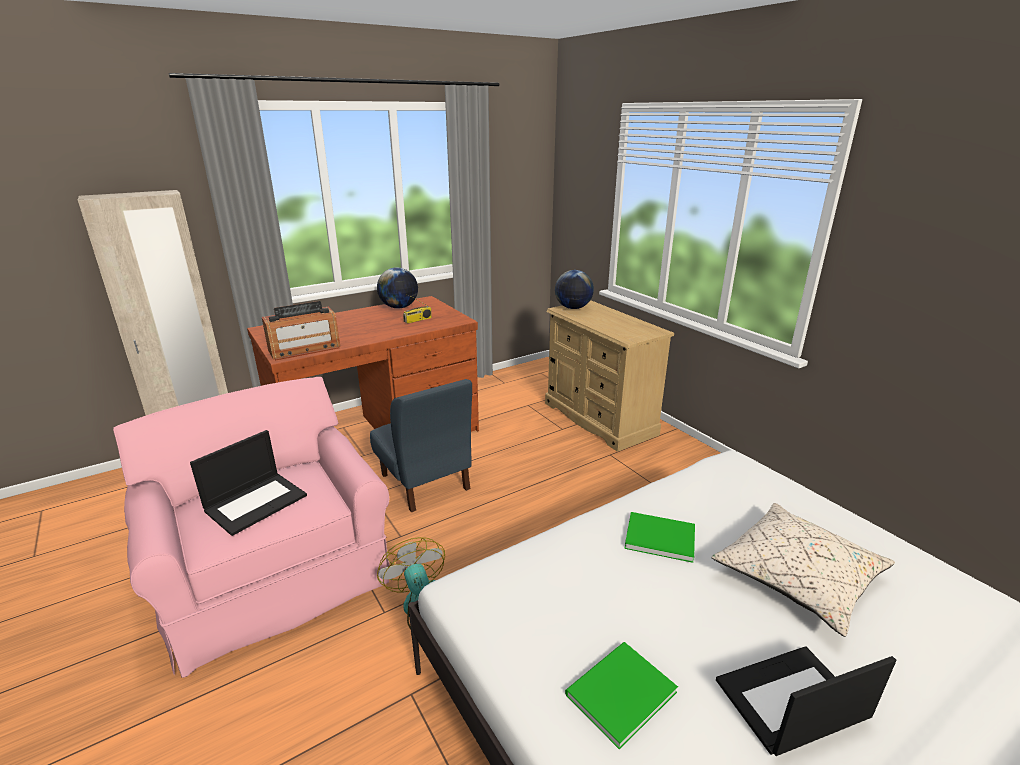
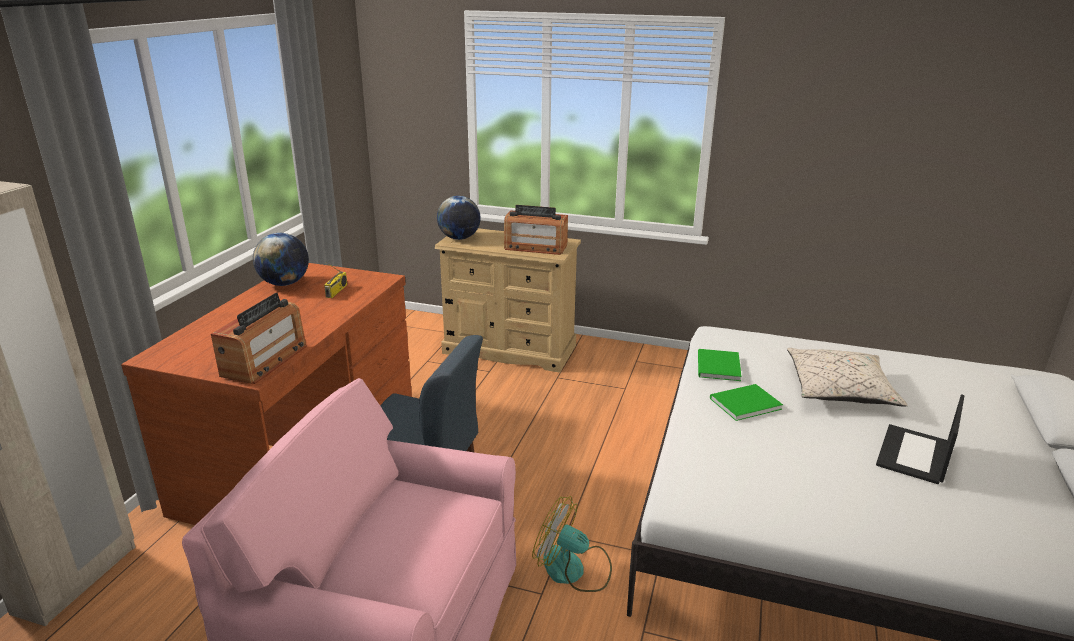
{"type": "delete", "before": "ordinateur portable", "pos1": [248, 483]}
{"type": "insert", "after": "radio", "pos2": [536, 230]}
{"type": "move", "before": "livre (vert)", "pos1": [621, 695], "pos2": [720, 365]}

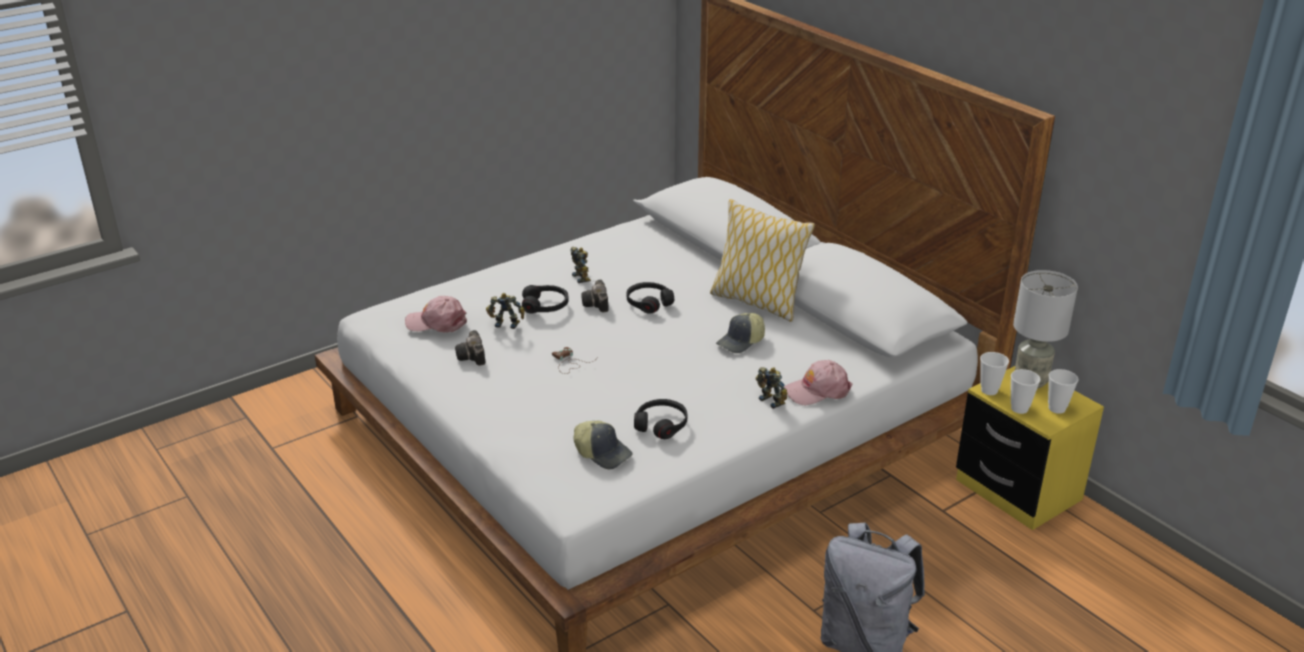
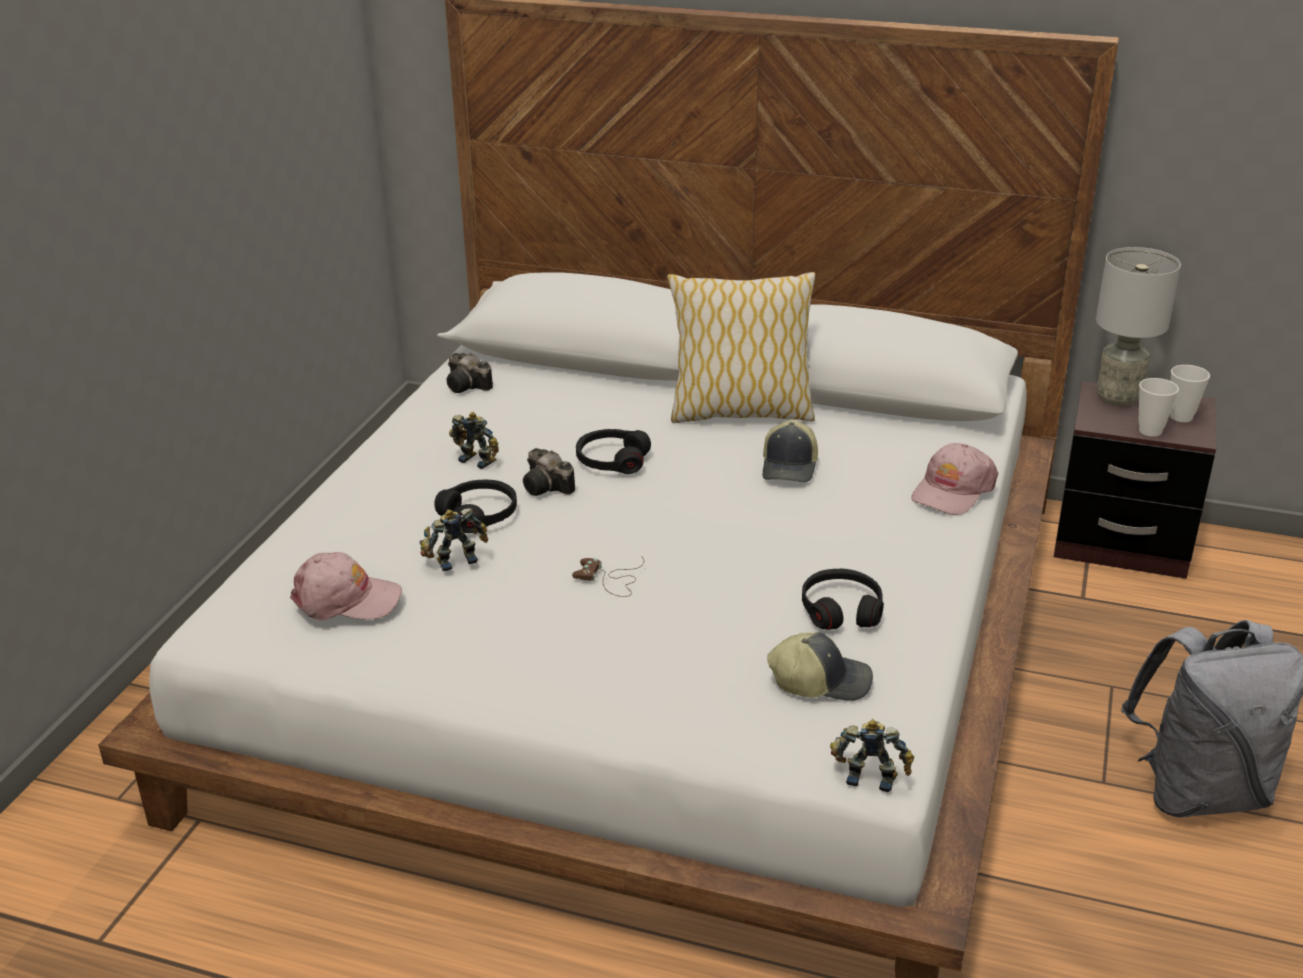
{"type": "delete", "before": "tasse", "pos1": [994, 373]}
{"type": "move", "before": "appareil photo", "pos1": [470, 348], "pos2": [469, 373]}
{"type": "move", "before": "robot jouet", "pos1": [771, 388], "pos2": [872, 755]}
{"type": "recolor", "before": "table de chevet (jaune)", "after": "table de chevet (marron)", "pos1": [1030, 448], "pos2": [1135, 480]}
{"type": "rotate", "before": "casquette (rose)", "pos1": [436, 314], "pos2": [346, 586], "turn": -150}

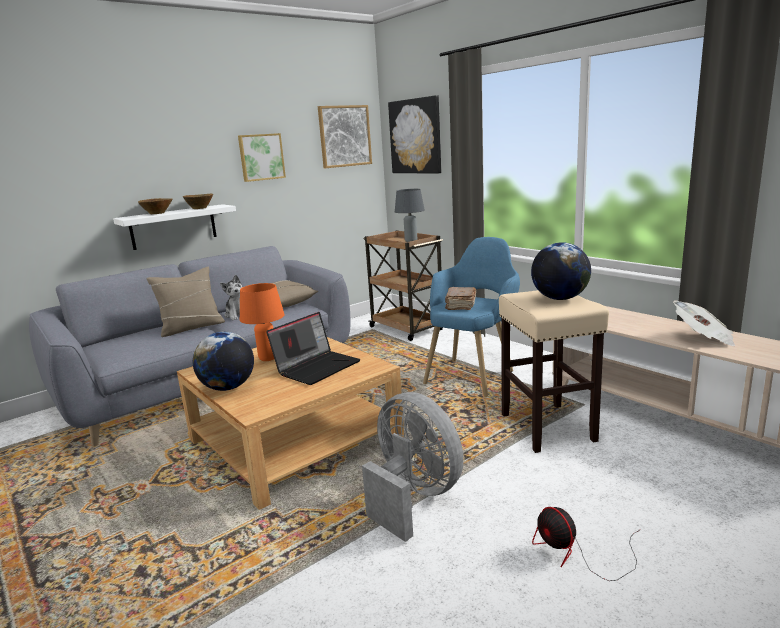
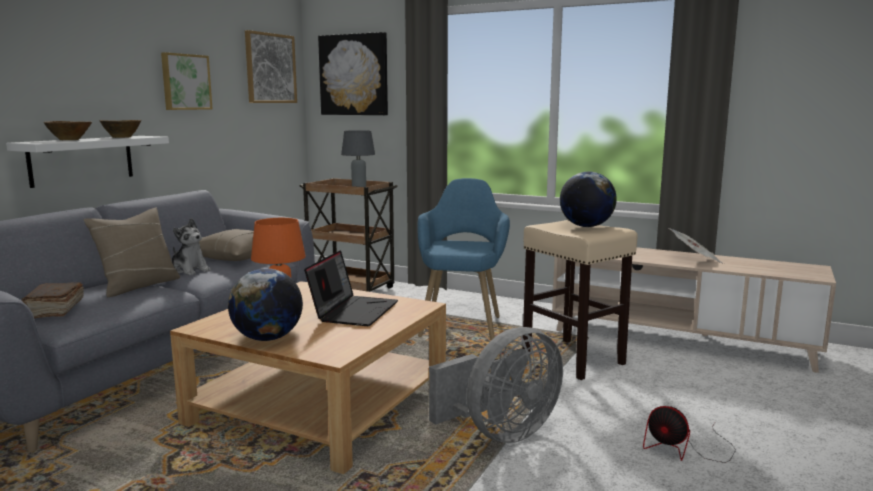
{"type": "move", "before": "livre (marron)", "pos1": [460, 298], "pos2": [52, 300]}
{"type": "rotate", "before": "ventilateur (gris)", "pos1": [413, 467], "pos2": [496, 385], "turn": 120}

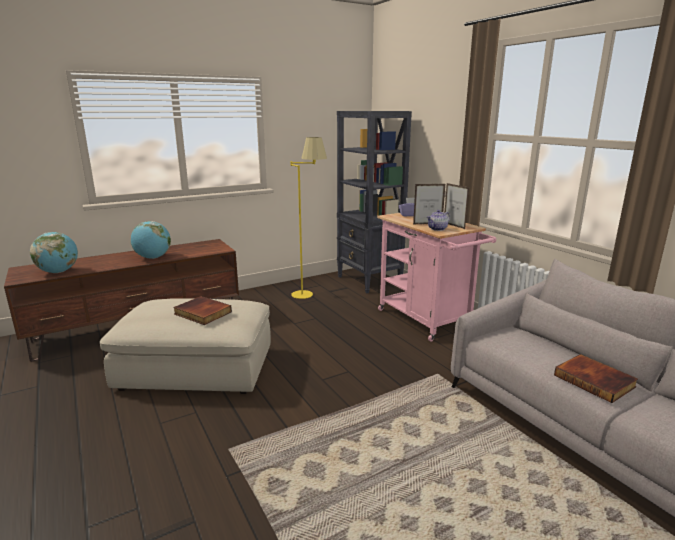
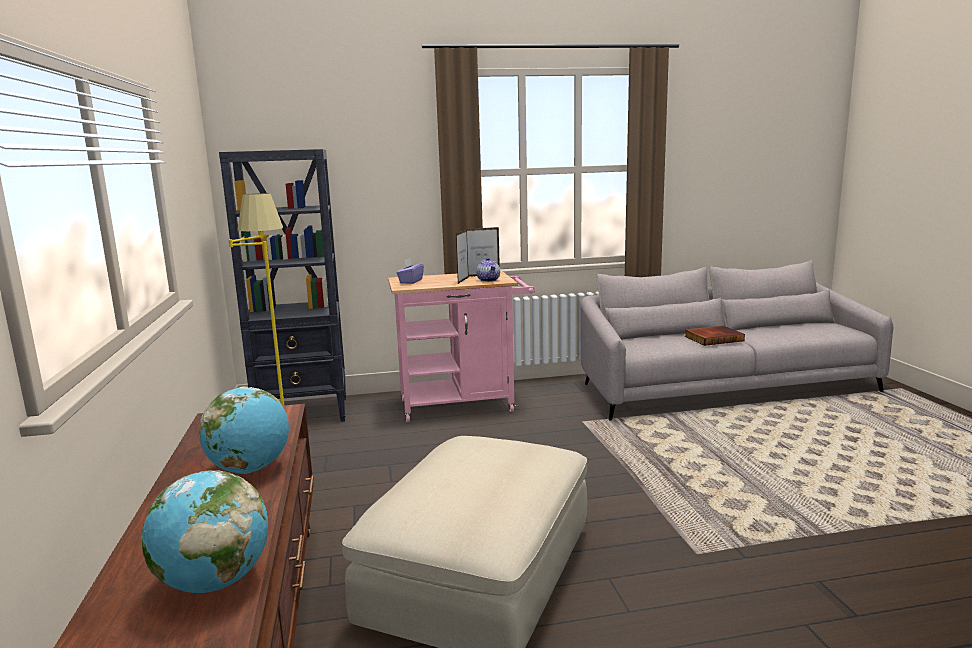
{"type": "delete", "before": "livre", "pos1": [202, 310]}

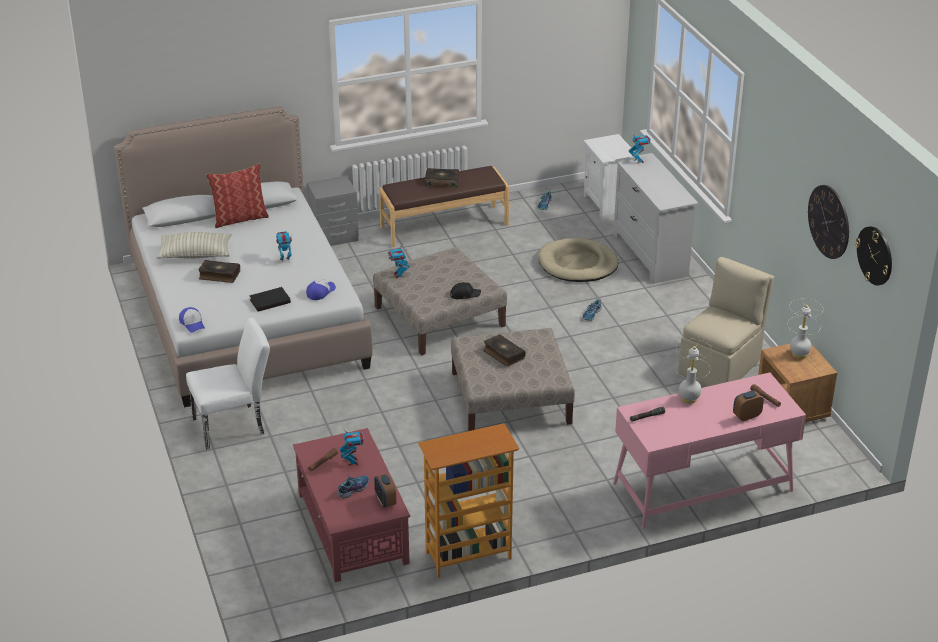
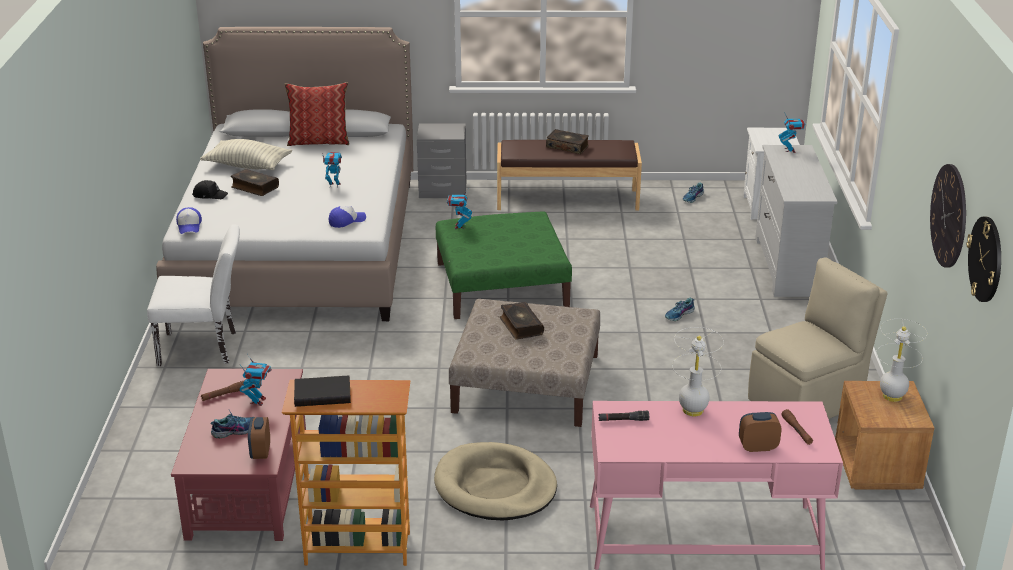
{"type": "move", "before": "livre (noir)", "pos1": [270, 299], "pos2": [322, 391]}
{"type": "move", "before": "casquette (noir)", "pos1": [465, 290], "pos2": [210, 189]}
{"type": "move", "before": "panier pour chien (beige)", "pos1": [578, 260], "pos2": [495, 481]}
{"type": "recolor", "before": "pouf (beige)", "after": "pouf (vert)", "pos1": [440, 301], "pos2": [504, 265]}

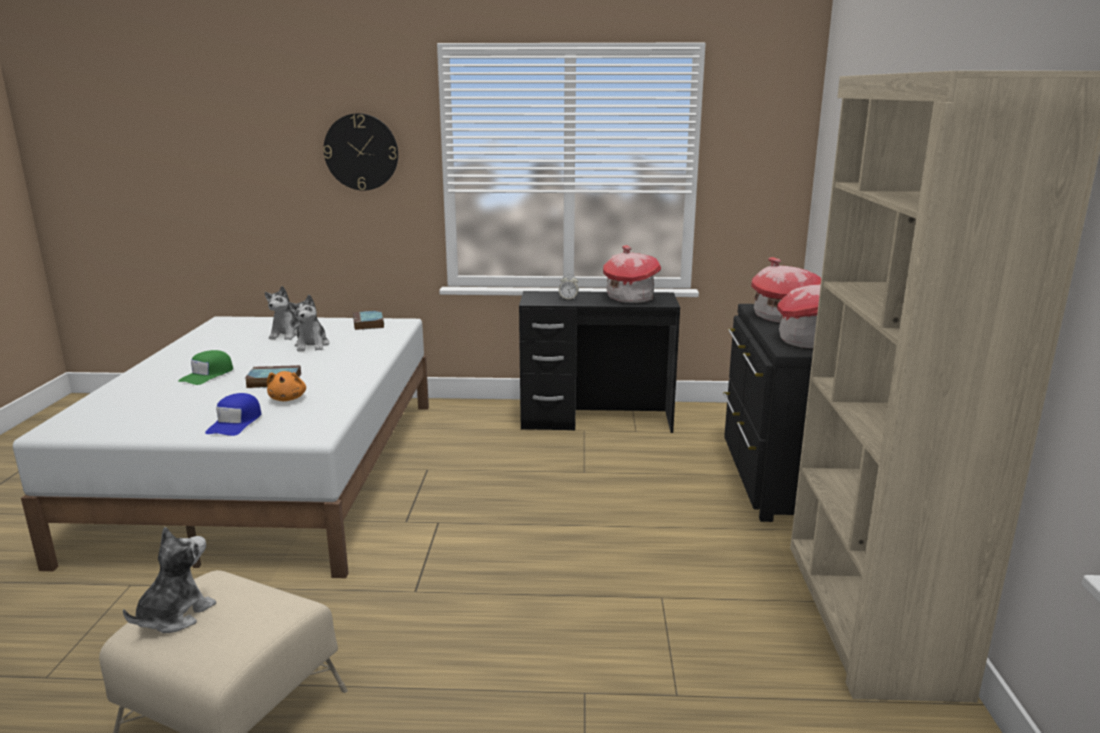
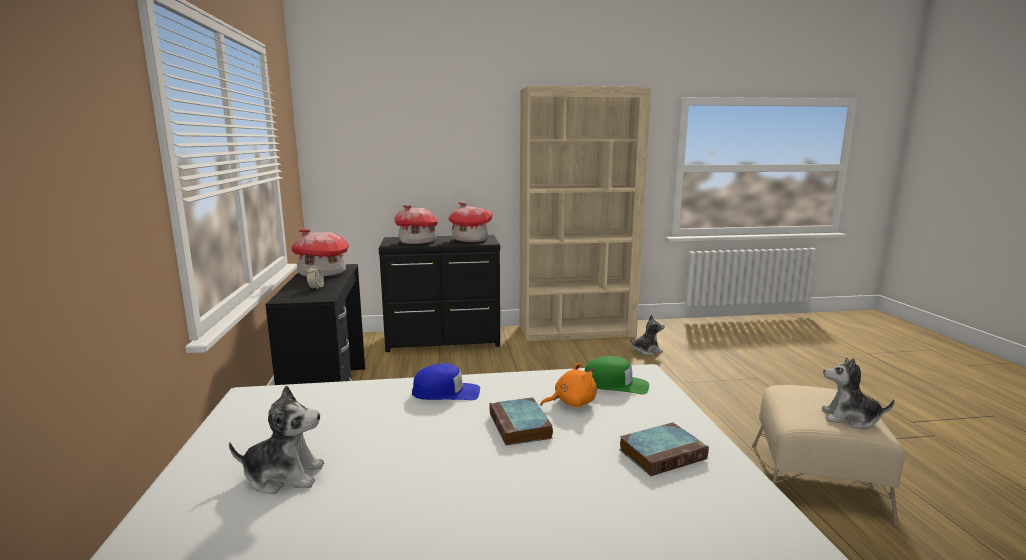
{"type": "delete", "before": "horloge murale", "pos1": [360, 152]}
{"type": "move", "before": "casquette (vert)", "pos1": [206, 367], "pos2": [617, 375]}
{"type": "move", "before": "casquette (bleu)", "pos1": [233, 414], "pos2": [446, 382]}
{"type": "move", "before": "peluche", "pos1": [309, 323], "pos2": [647, 335]}
{"type": "move", "before": "livre", "pos1": [368, 320], "pos2": [664, 449]}

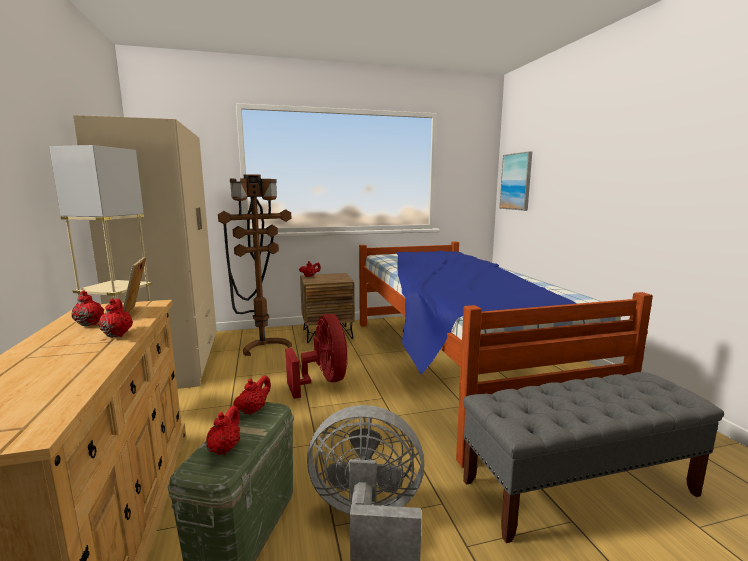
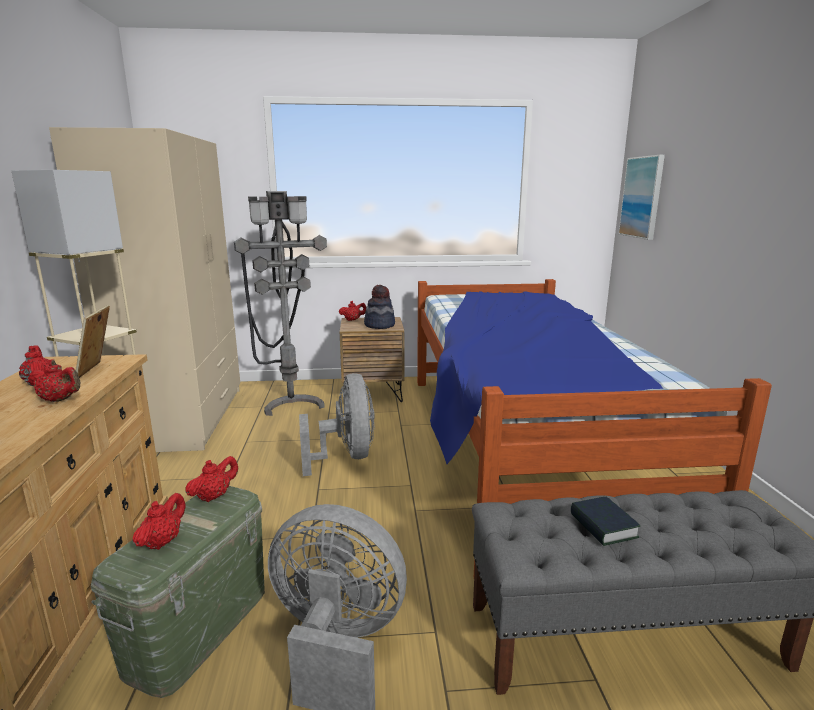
{"type": "insert", "after": "chapeau", "pos2": [379, 307]}
{"type": "insert", "after": "livre", "pos2": [606, 521]}
{"type": "recolor", "before": "lampadaire (marron)", "after": "lampadaire (gris)", "pos1": [255, 265], "pos2": [280, 303]}
{"type": "recolor", "before": "ventilateur (rouge)", "after": "ventilateur (gris)", "pos1": [316, 356], "pos2": [337, 424]}
{"type": "rotate", "before": "théière (rouge)", "pos1": [115, 318], "pos2": [54, 381], "turn": 120}

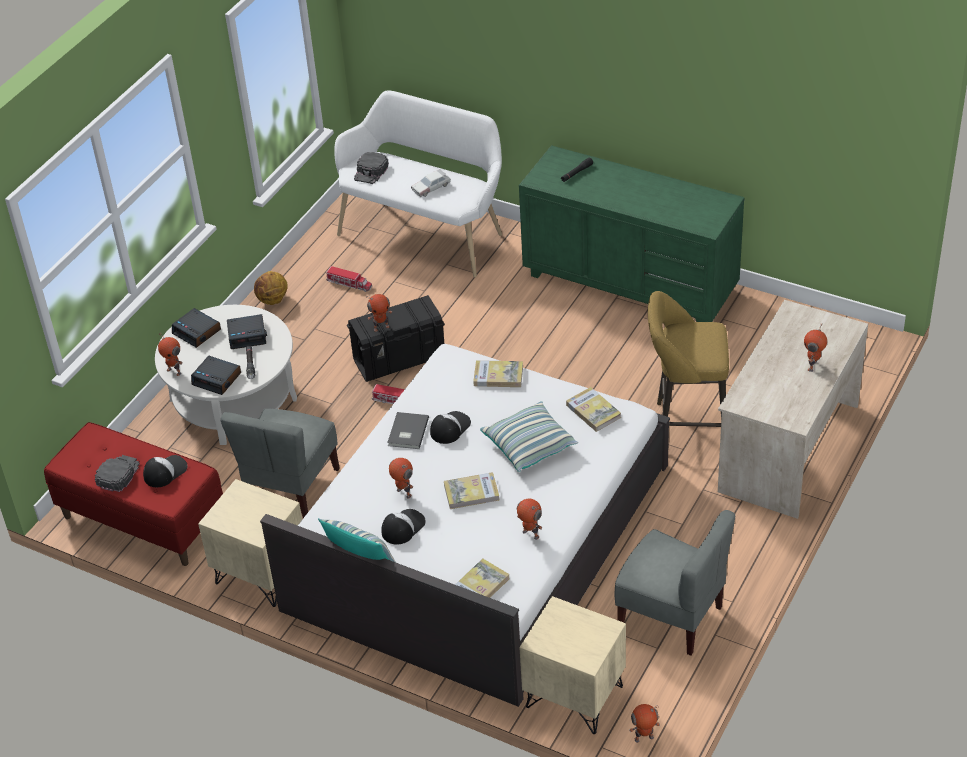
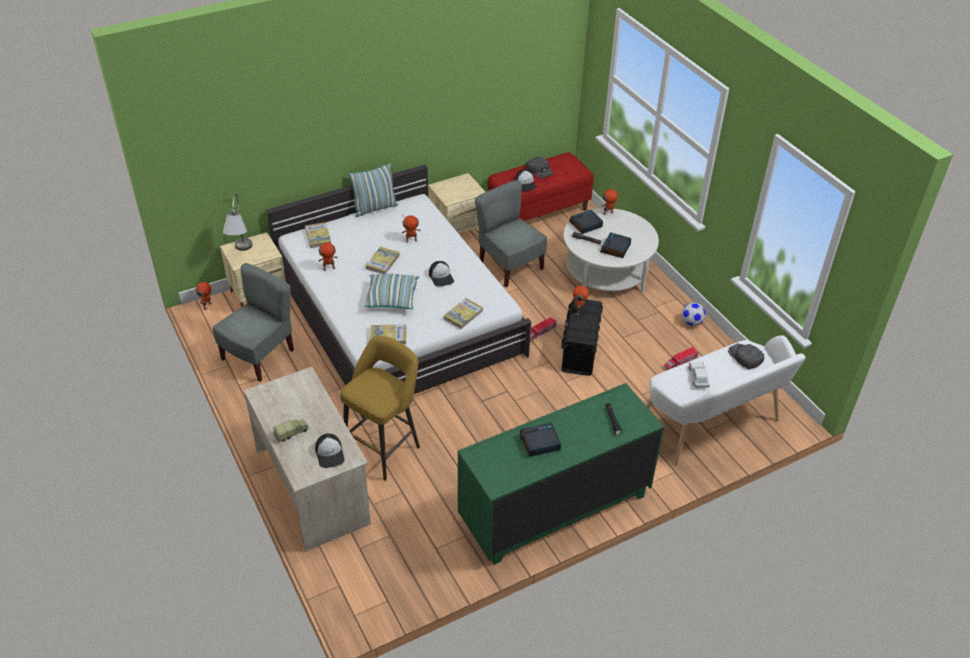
{"type": "delete", "before": "livre (gris)", "pos1": [408, 430]}
{"type": "insert", "after": "lampe de table (gris)", "pos2": [237, 222]}
{"type": "move", "before": "réveil", "pos1": [196, 328], "pos2": [540, 439]}
{"type": "move", "before": "casquette", "pos1": [403, 527], "pos2": [330, 451]}
{"type": "replace", "before": "ballon de basket", "after": "ballon de foot", "pos1": [271, 288], "pos2": [694, 314]}
{"type": "replace", "before": "robot jouet", "after": "camion jouet", "pos1": [815, 347], "pos2": [291, 430]}
{"type": "rotate", "before": "chaise (gris)", "pos1": [675, 583], "pos2": [253, 322], "turn": 150}

